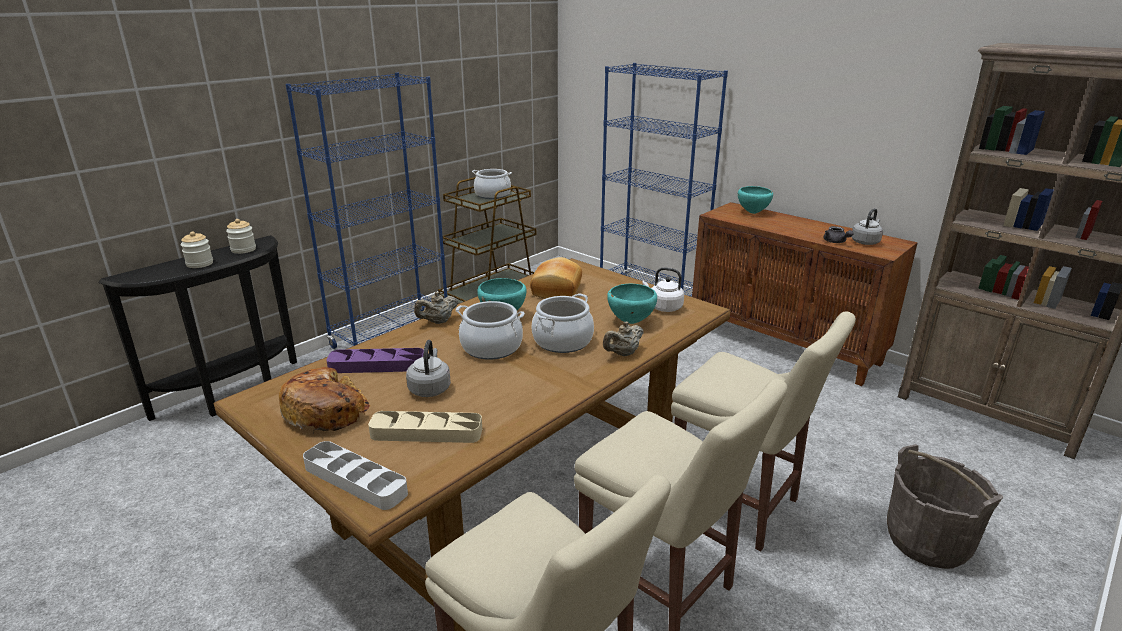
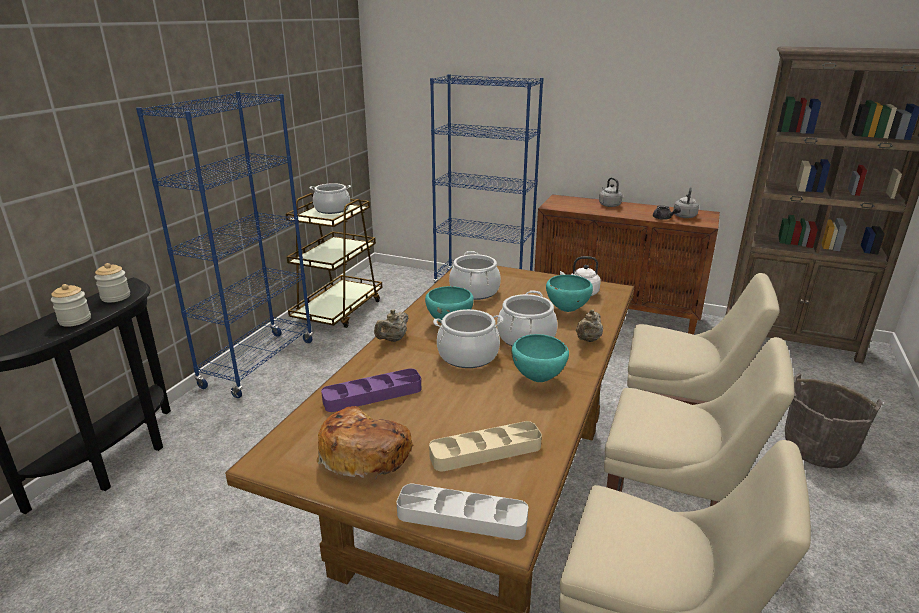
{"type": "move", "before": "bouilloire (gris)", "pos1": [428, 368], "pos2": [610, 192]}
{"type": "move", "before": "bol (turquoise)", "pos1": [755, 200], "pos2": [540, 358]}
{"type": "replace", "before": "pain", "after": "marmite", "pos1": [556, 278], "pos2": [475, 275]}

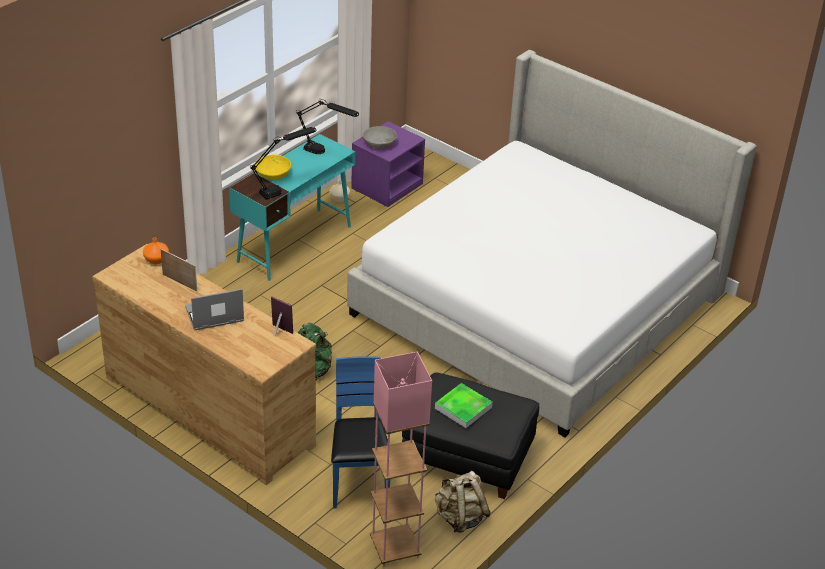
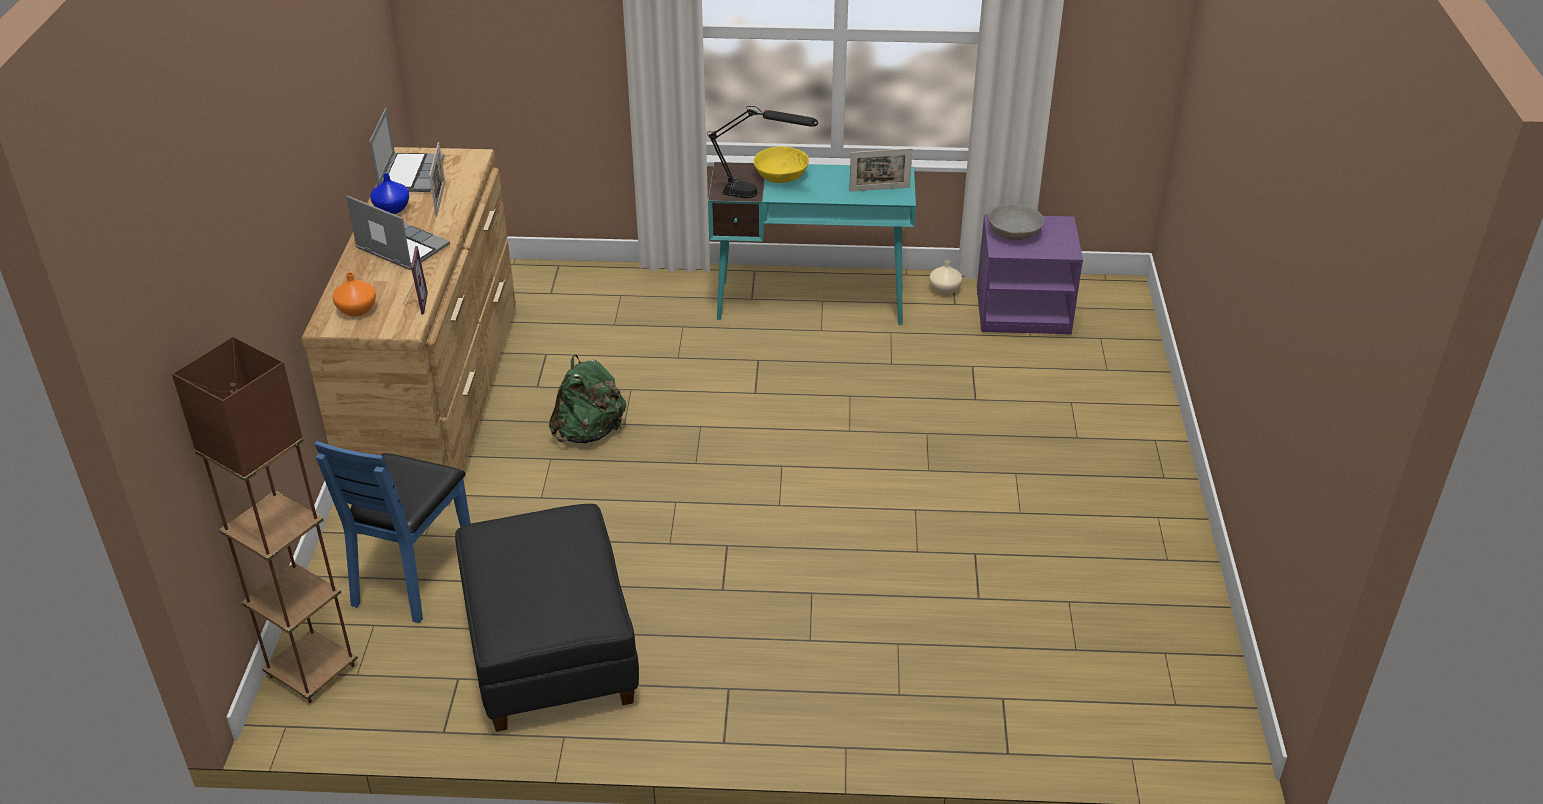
{"type": "delete", "before": "lit", "pos1": [552, 243]}
{"type": "delete", "before": "plateau", "pos1": [463, 405]}
{"type": "delete", "before": "sac à dos (beige)", "pos1": [463, 502]}
{"type": "insert", "after": "ordinateur portable", "pos2": [407, 149]}
{"type": "insert", "after": "vase (bleu)", "pos2": [389, 193]}
{"type": "move", "before": "vase (orange)", "pos1": [156, 251], "pos2": [354, 294]}
{"type": "replace", "before": "lampe de table (noir)", "after": "cadre photo", "pos1": [327, 126], "pos2": [880, 170]}
{"type": "recolor", "before": "lampadaire (rose)", "after": "lampadaire (marron)", "pos1": [401, 458], "pos2": [265, 519]}
{"type": "rotate", "before": "chaise (bleu)", "pos1": [360, 432], "pos2": [393, 532], "turn": 150}

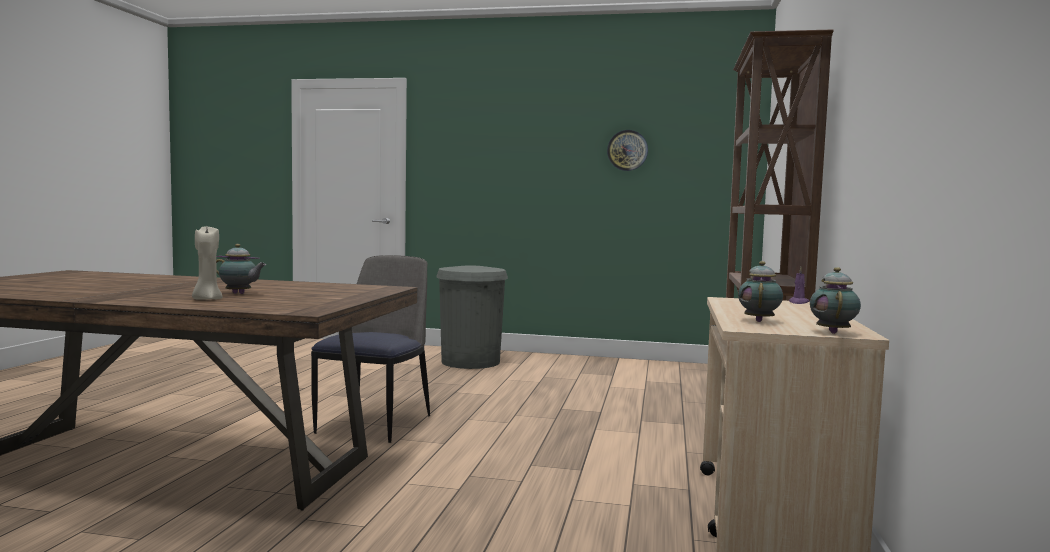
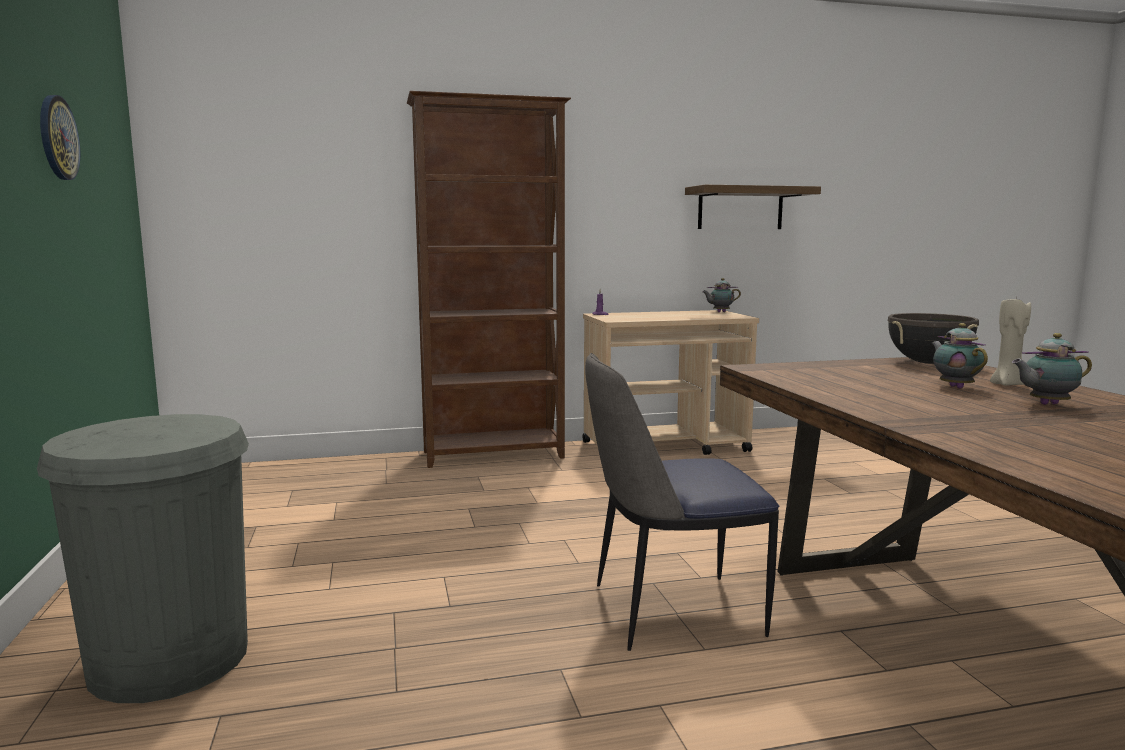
{"type": "insert", "after": "étagère", "pos2": [753, 207]}
{"type": "insert", "after": "marmite (noir)", "pos2": [933, 338]}
{"type": "move", "before": "théière", "pos1": [760, 291], "pos2": [1052, 369]}

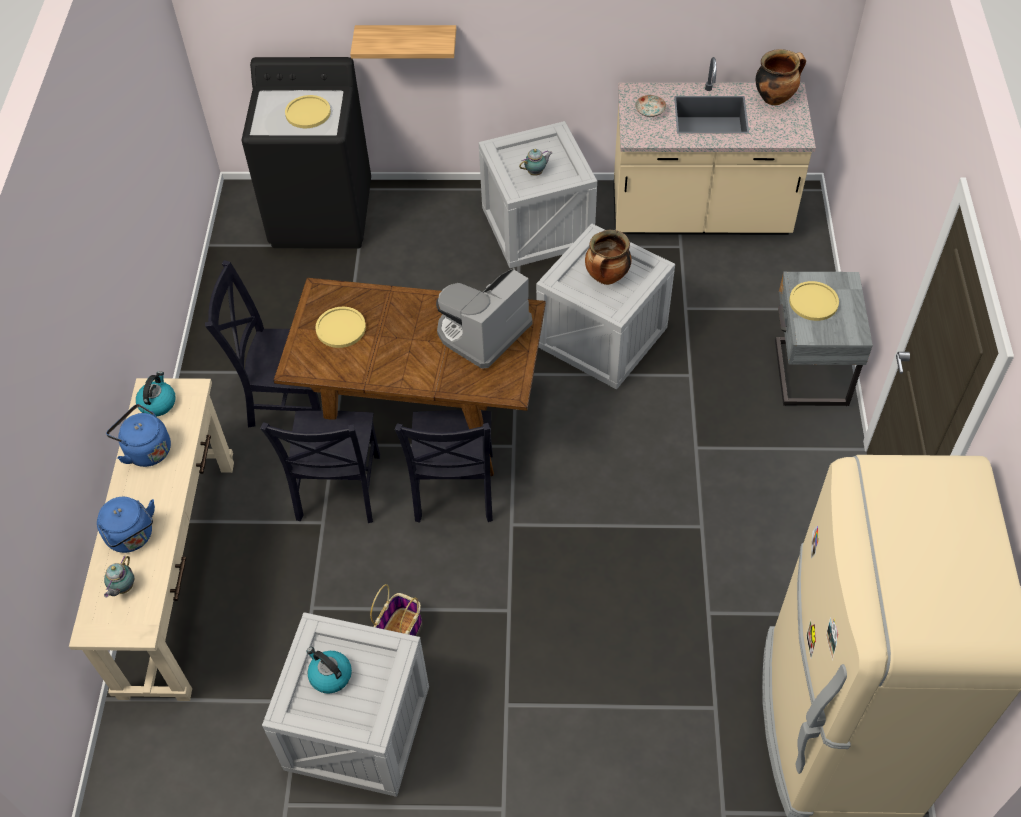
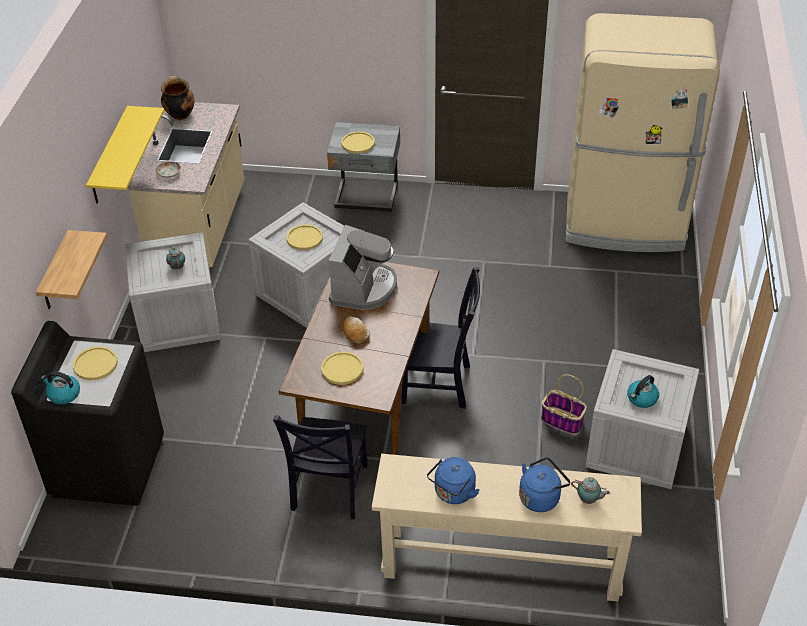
{"type": "delete", "before": "chaise (noir)", "pos1": [320, 467]}
{"type": "insert", "after": "étagère (jaune)", "pos2": [125, 155]}
{"type": "insert", "after": "pain", "pos2": [356, 330]}
{"type": "move", "before": "bouilloire", "pos1": [155, 394], "pos2": [60, 387]}
{"type": "replace", "before": "marmite", "after": "assiette (jaune)", "pos1": [608, 257], "pos2": [305, 237]}
{"type": "rotate", "before": "machine à café", "pos1": [484, 318], "pos2": [363, 267], "turn": -120}

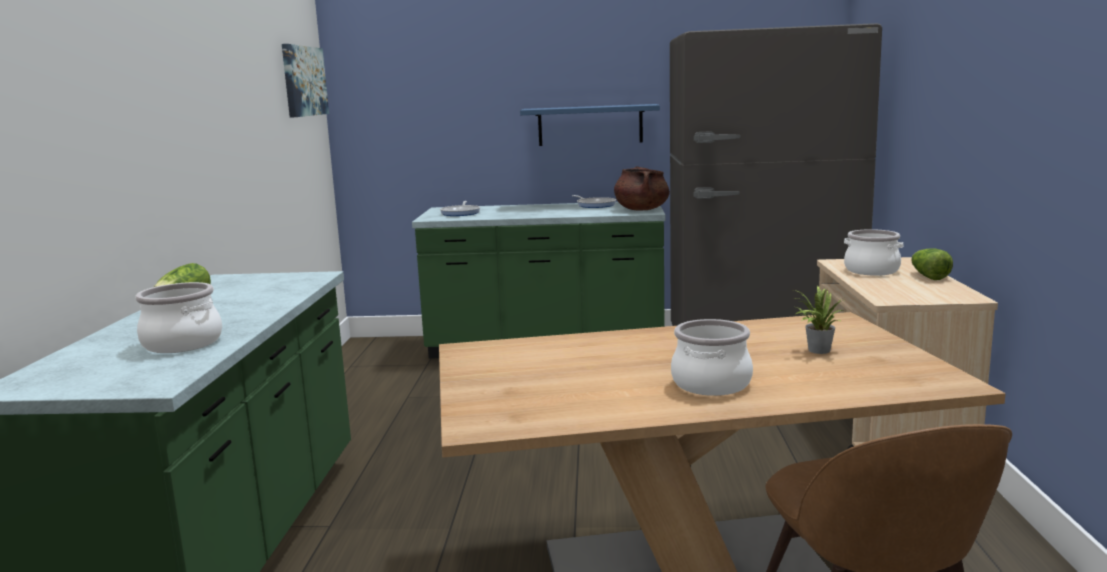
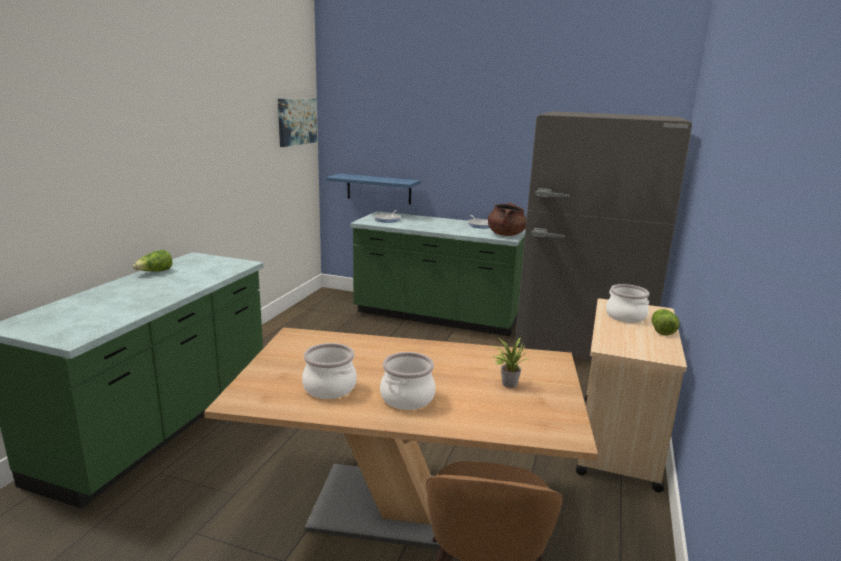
{"type": "move", "before": "marmite", "pos1": [178, 317], "pos2": [329, 371]}
{"type": "move", "before": "étagère (bleu)", "pos1": [590, 125], "pos2": [373, 189]}

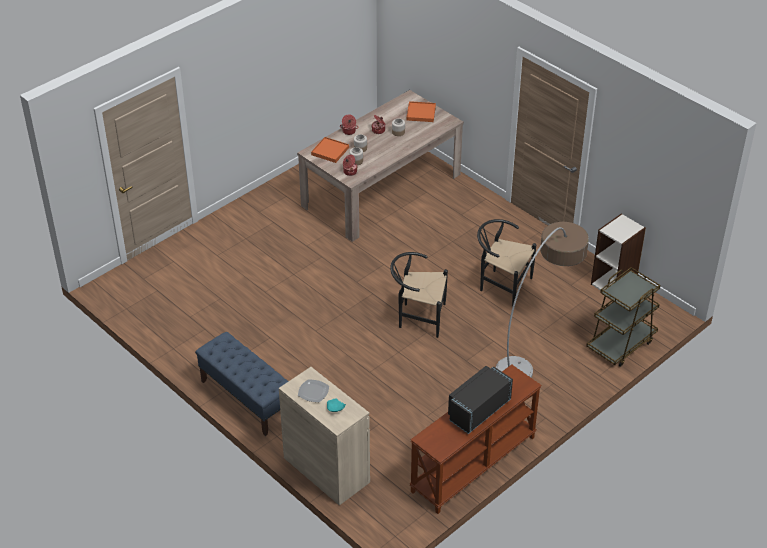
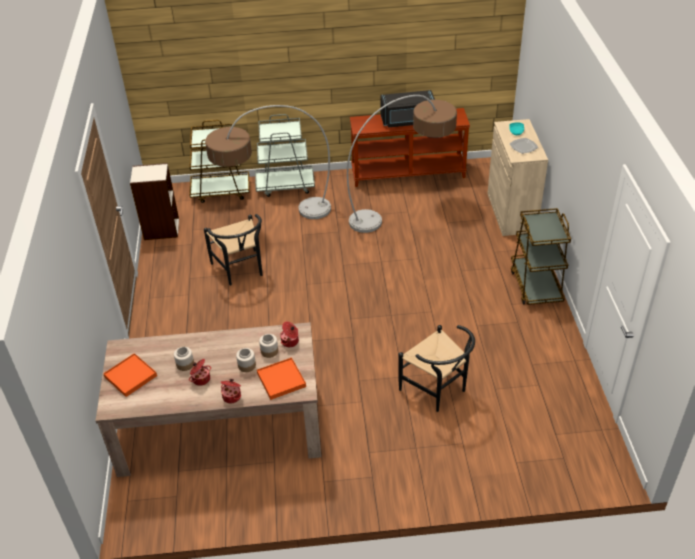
{"type": "insert", "after": "chariot (gris)", "pos2": [285, 155]}
{"type": "insert", "after": "lampadaire", "pos2": [402, 164]}
{"type": "move", "before": "chaise (noir)", "pos1": [419, 295], "pos2": [436, 368]}
{"type": "replace", "before": "banc (bleu)", "after": "chariot (marron)", "pos1": [241, 384], "pos2": [541, 256]}

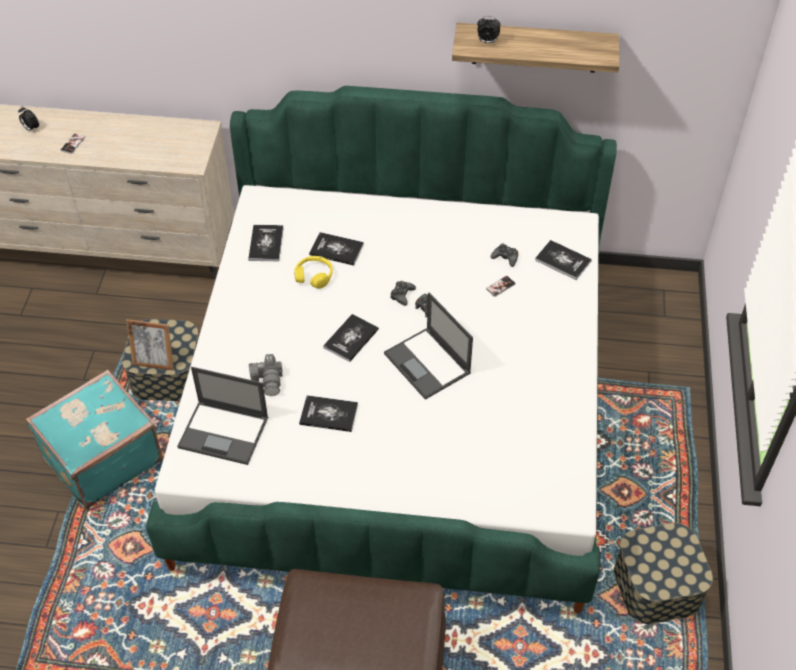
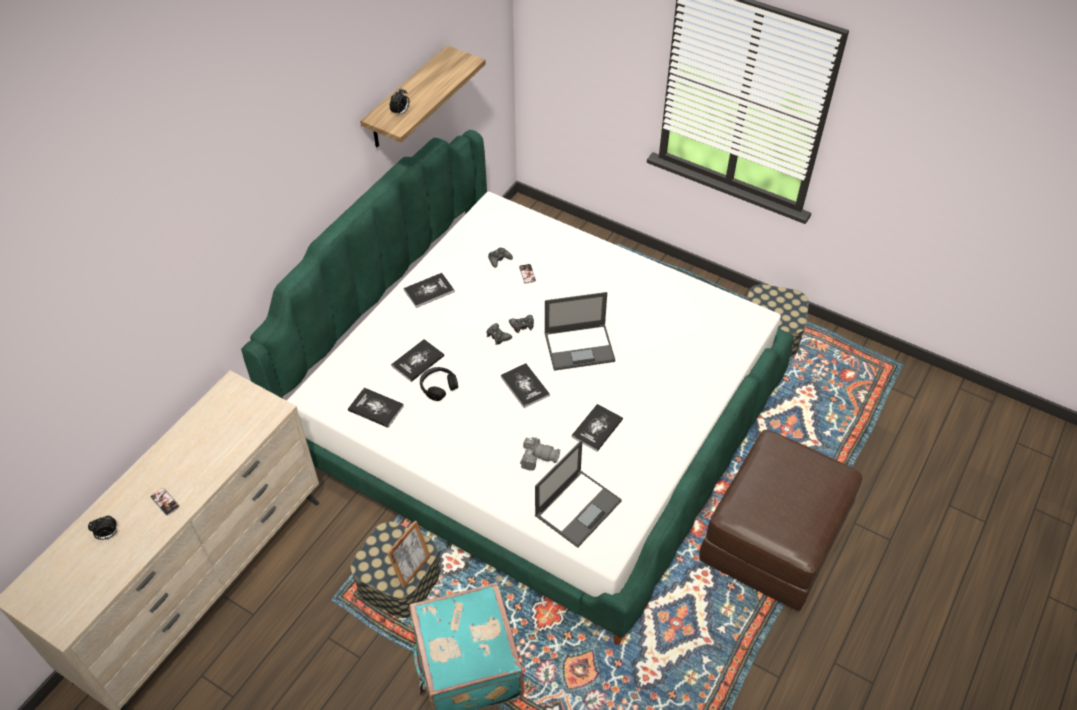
{"type": "move", "before": "livre", "pos1": [563, 260], "pos2": [429, 290]}
{"type": "recolor", "before": "casque audio (jaune)", "after": "casque audio (noir)", "pos1": [313, 272], "pos2": [439, 384]}

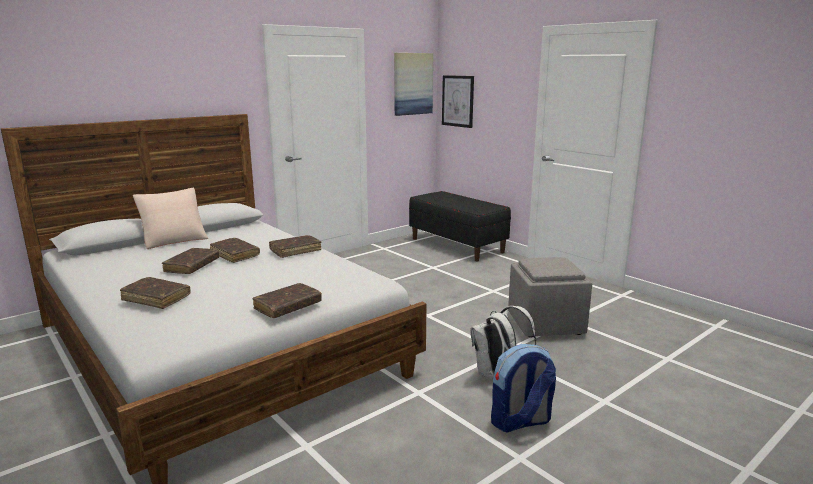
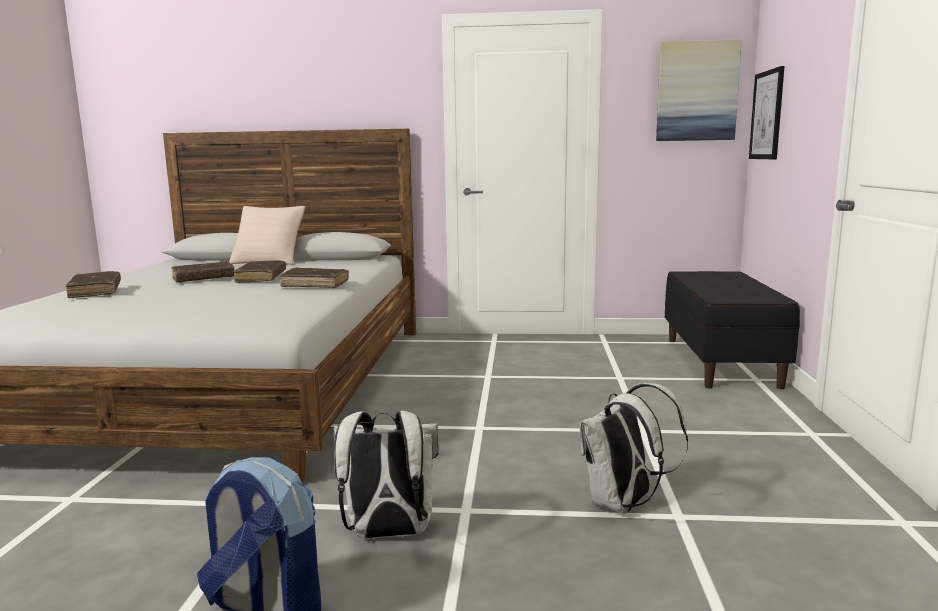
{"type": "delete", "before": "livre (marron)", "pos1": [287, 300]}
{"type": "replace", "before": "pouf (gris)", "after": "sac à dos (blanc)", "pos1": [550, 297], "pos2": [633, 448]}

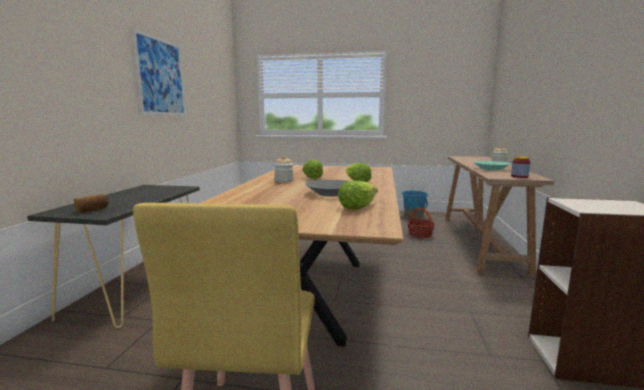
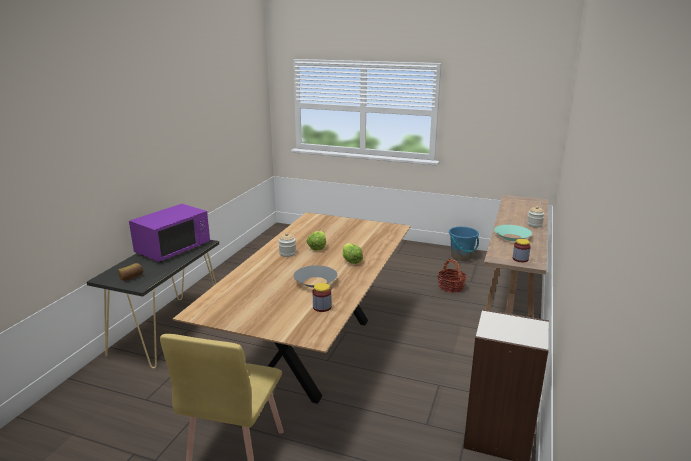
{"type": "delete", "before": "tableau", "pos1": [159, 72]}
{"type": "insert", "after": "micro-ondes (violet)", "pos2": [169, 233]}
{"type": "replace", "before": "laitue", "after": "bocal", "pos1": [358, 195], "pos2": [322, 297]}

